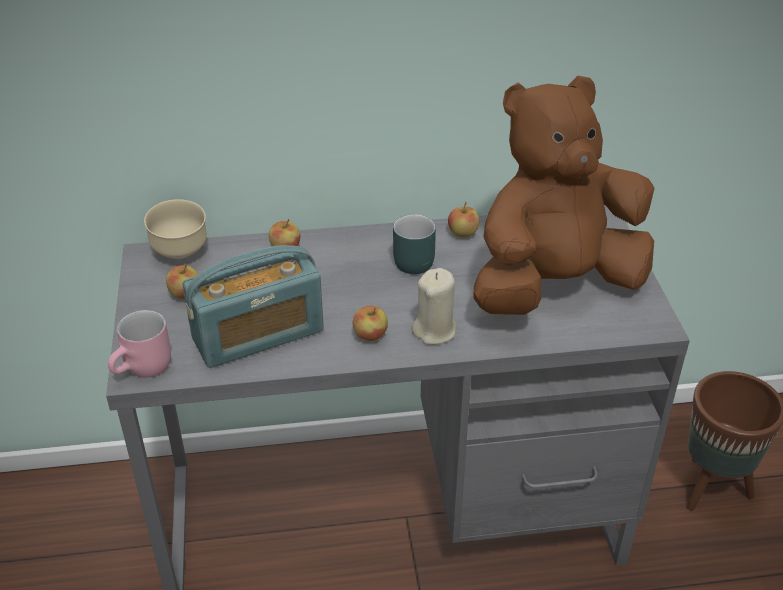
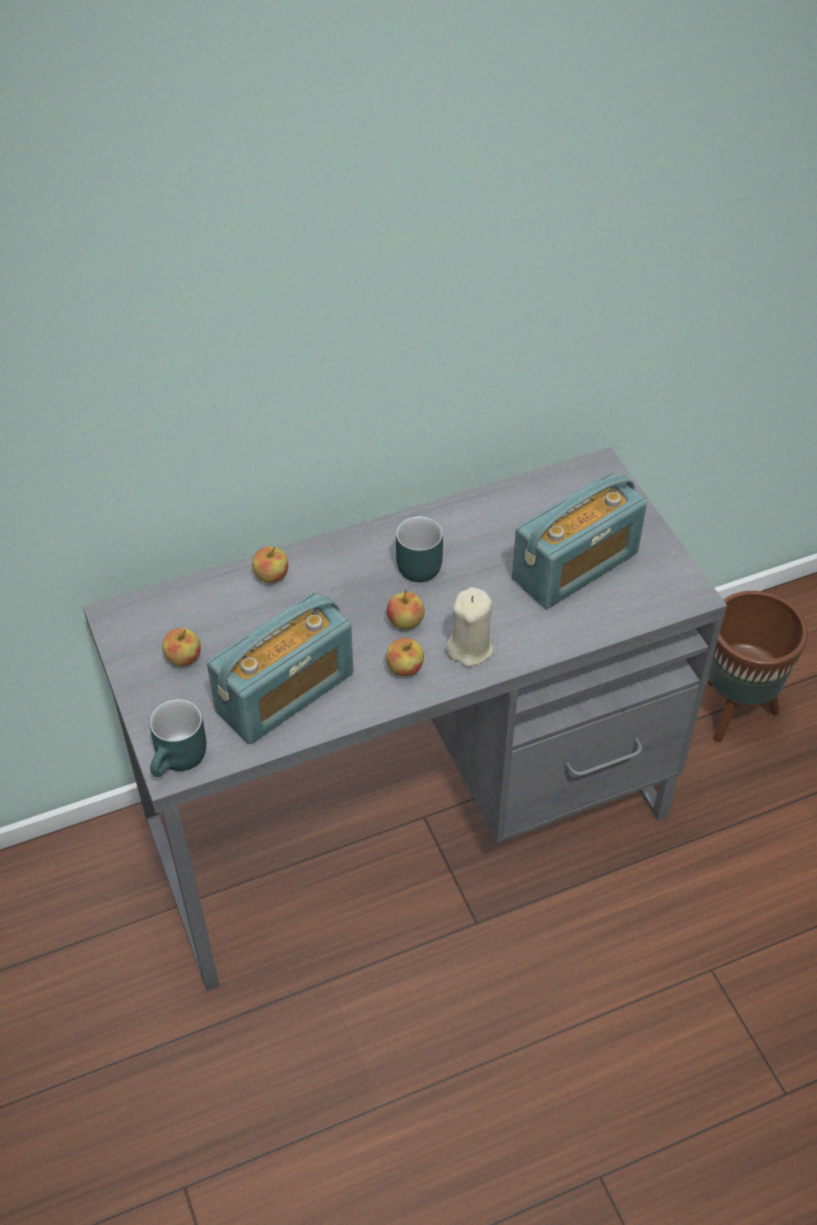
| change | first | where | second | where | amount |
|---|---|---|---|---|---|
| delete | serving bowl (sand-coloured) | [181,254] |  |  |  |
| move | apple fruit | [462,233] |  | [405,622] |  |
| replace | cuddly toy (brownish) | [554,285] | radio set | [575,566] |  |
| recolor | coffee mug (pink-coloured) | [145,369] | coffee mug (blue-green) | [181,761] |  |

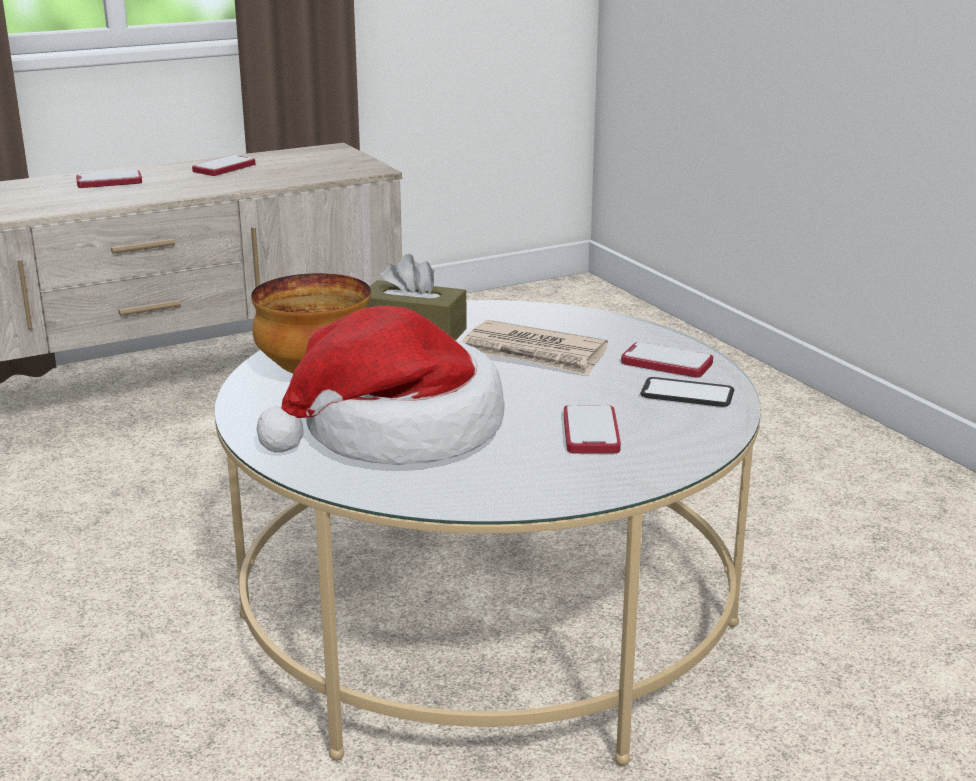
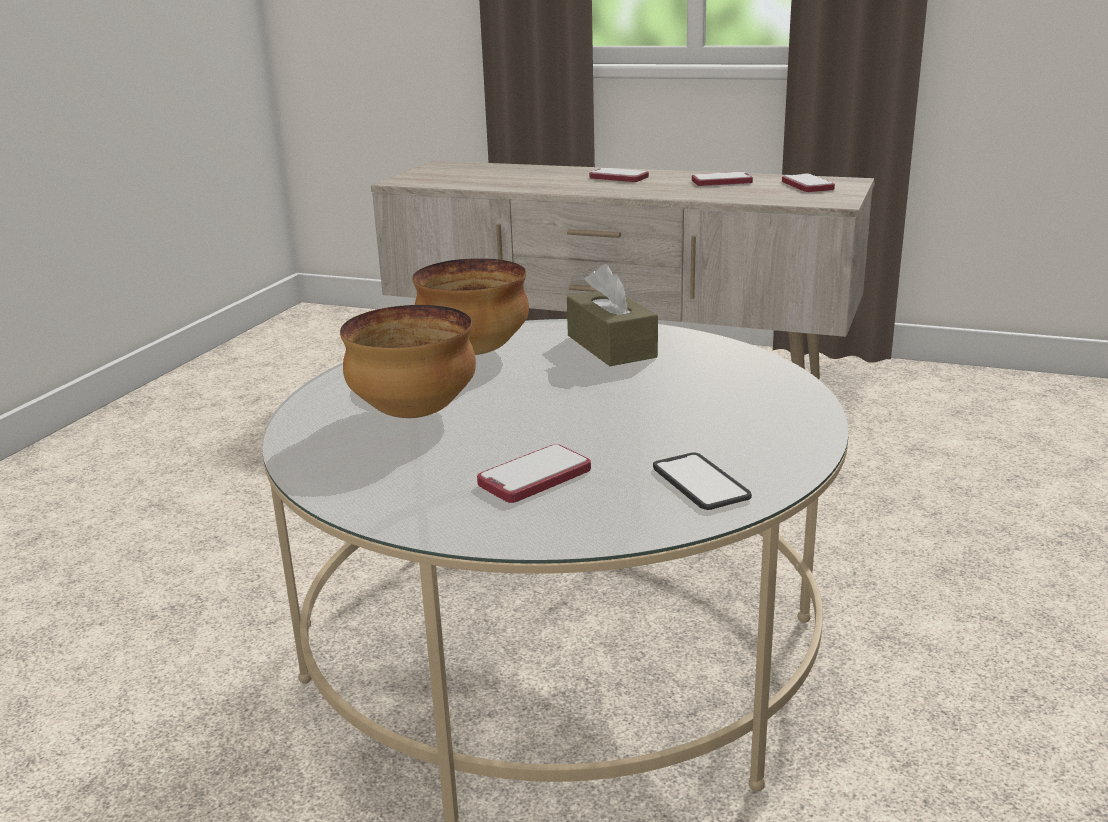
| change | first | where | second | where | amount |
|---|---|---|---|---|---|
| delete | daily paper | [534,354] |  |  |  |
| move | handset | [666,363] |  | [807,185] |  |
| replace | clothing hat | [396,432] | serving bowl | [412,414] |  |

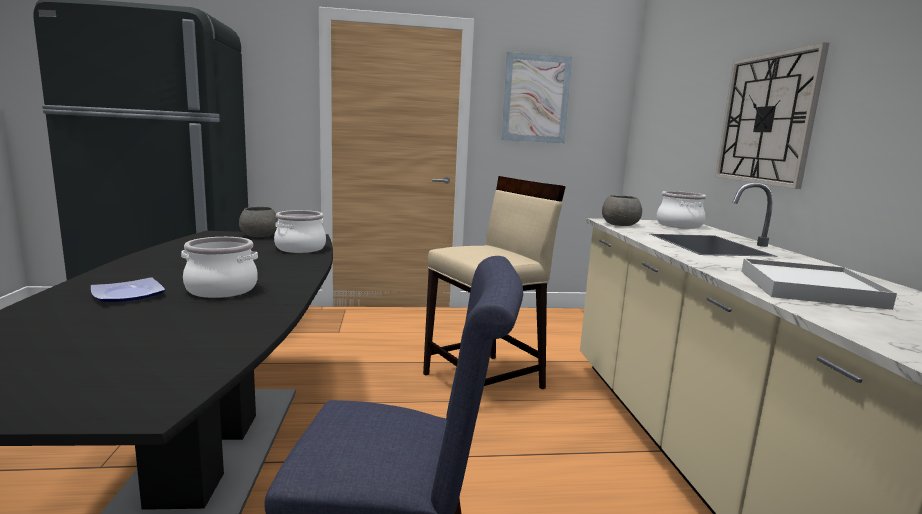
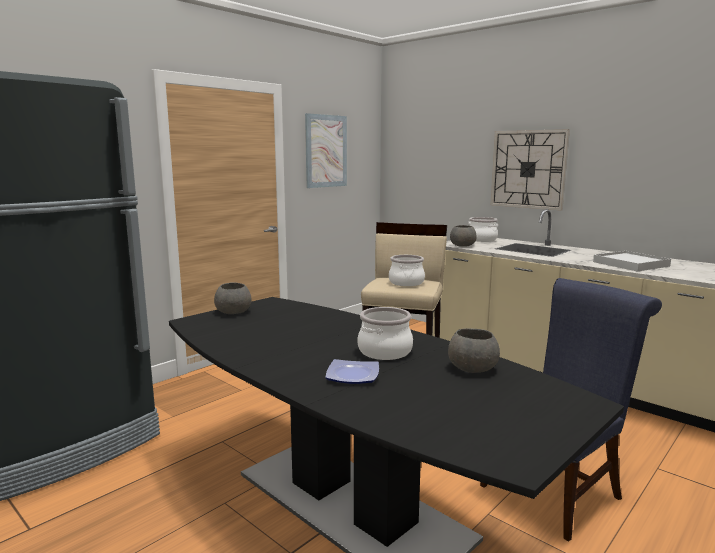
| change | first | where | second | where | amount |
|---|---|---|---|---|---|
| insert |  |  | serving bowl (greyish) | [471,368] |  |
| move | stockpot | [301,248] |  | [406,282] |  |

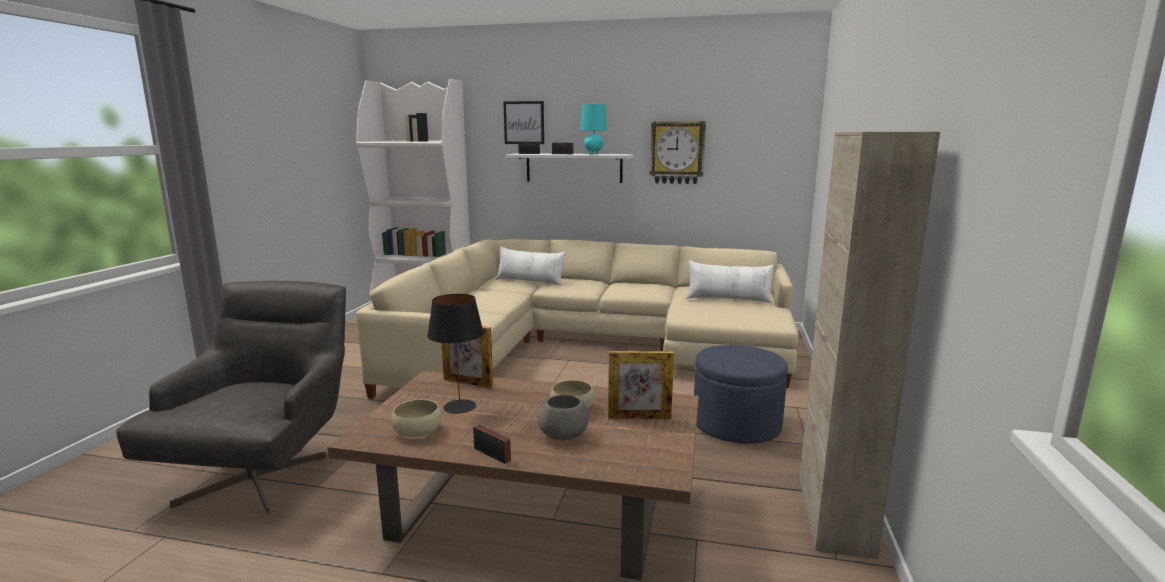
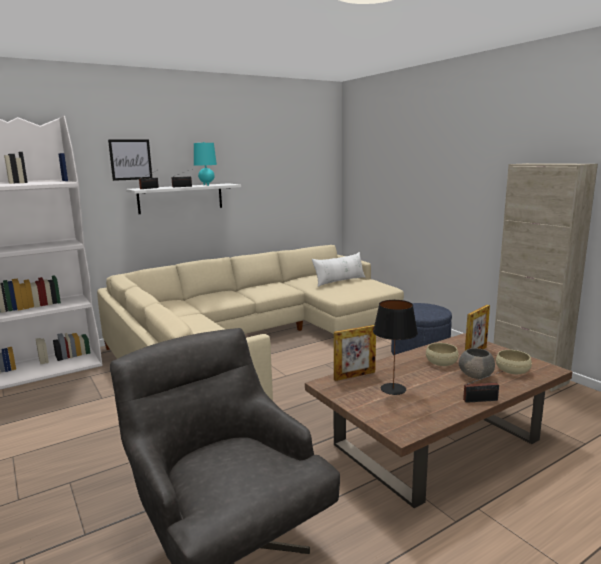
| change | first | where | second | where | amount |
|---|---|---|---|---|---|
| delete | pillow (white-coloured) | [530,281] |  |  |  |
| delete | hanging clock | [677,152] |  |  |  |
| move | serving bowl (sand-coloured) | [417,430] |  | [512,370] |  |

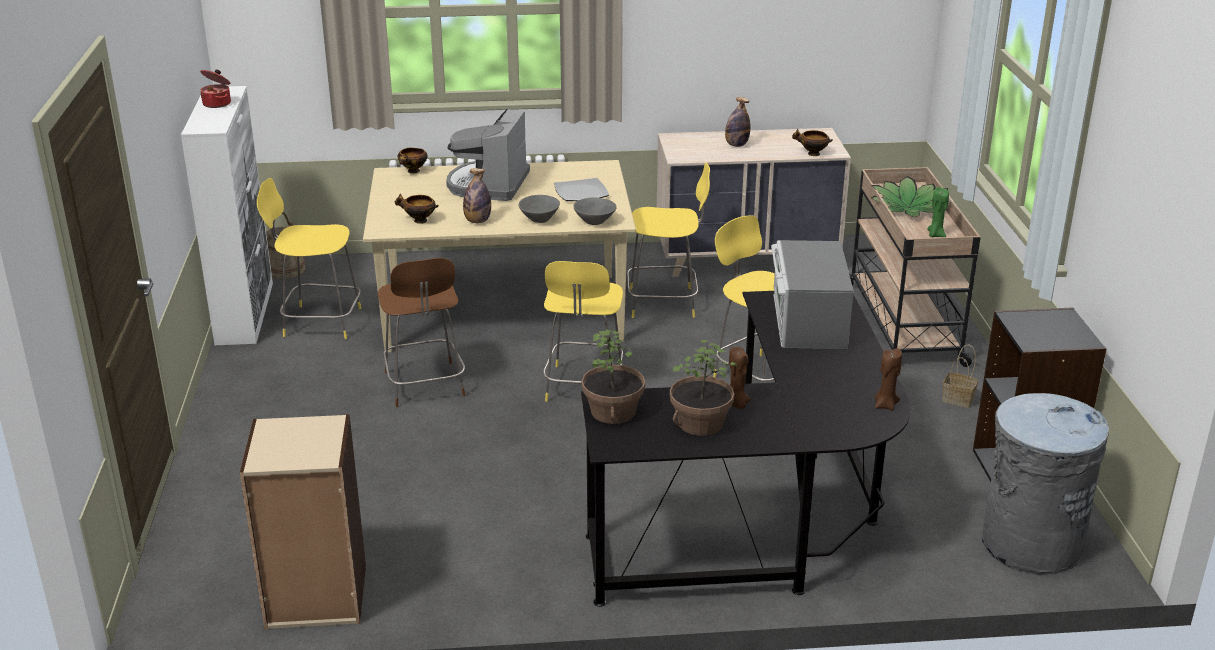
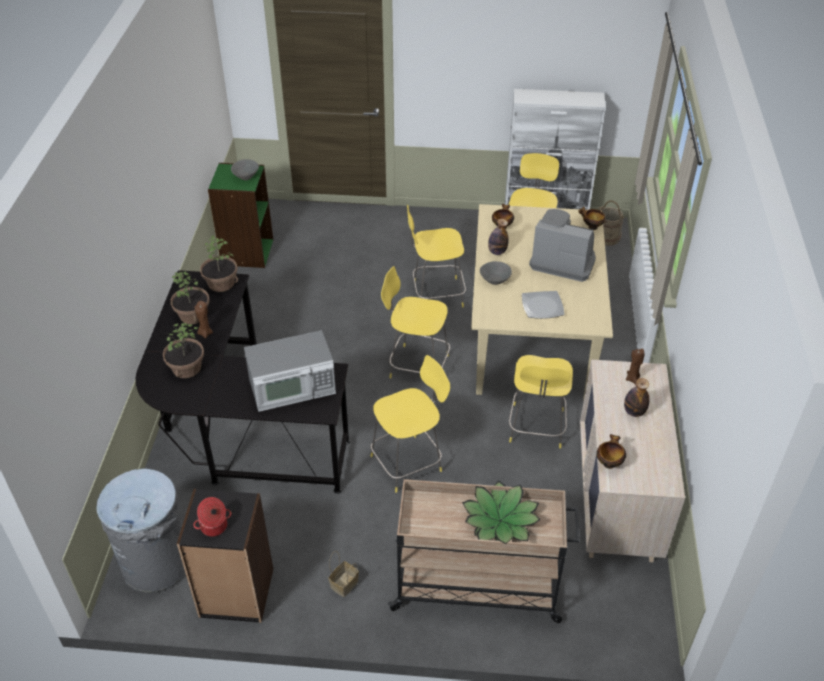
| change | first | where | second | where | amount |
|---|---|---|---|---|---|
| delete | wax light (green) | [935,235] |  |  |  |
| insert |  |  | potted plant | [186,368] |  |
| move | stockpot | [217,103] |  | [214,527] |  |
| move | serving bowl (greyish) | [595,222] |  | [245,177] |  |
| move | wax light (brownish) | [885,405] |  | [632,378] |  |
| recolor | bookshelf (sand-coloured) | [316,597] | bookshelf (green) | [247,252] |  |
| recolor | stool (brownish) | [425,386] | stool (yellow-coloured) | [435,294] |  |
| rotate | microwave | [807,321] |  | [293,387] | 150 degrees clockwise |

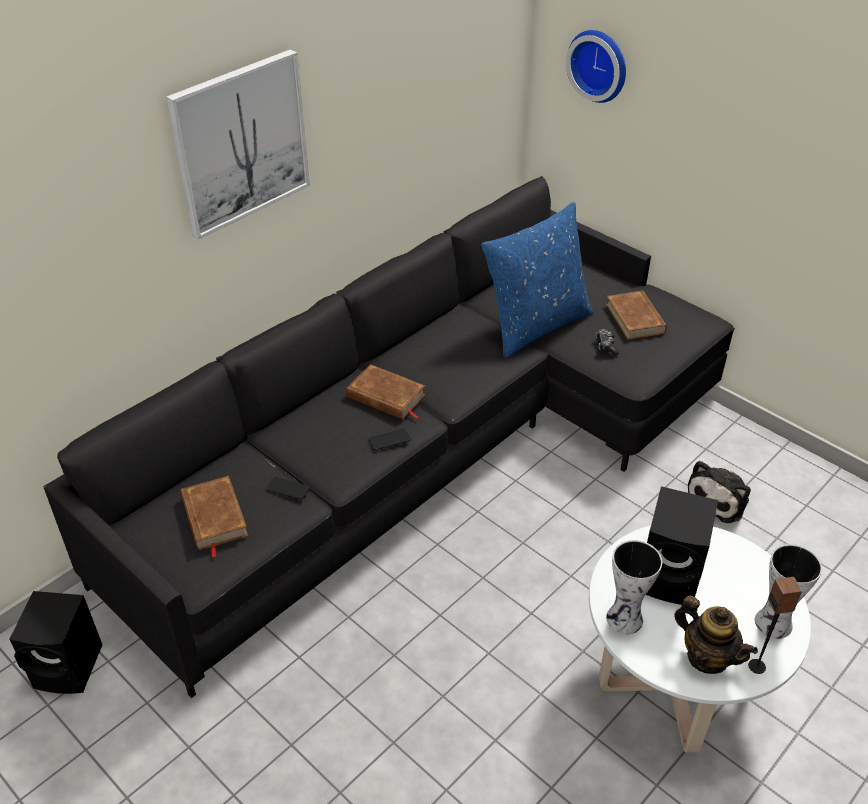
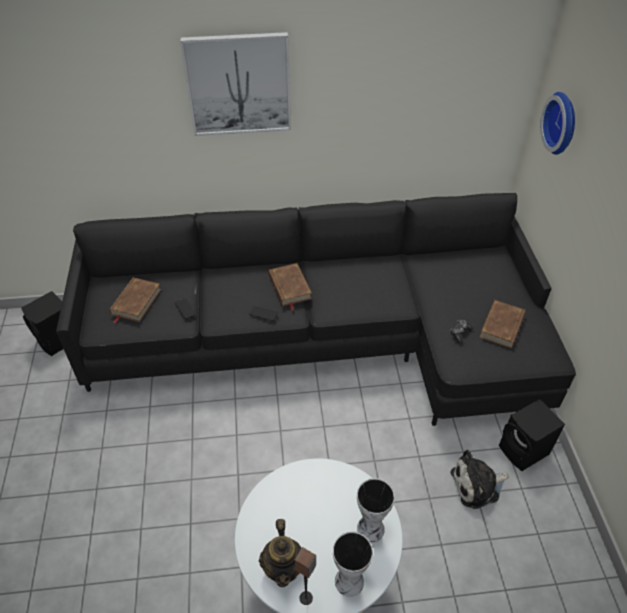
| change | first | where | second | where | amount |
|---|---|---|---|---|---|
| delete | pillow (bluish) | [535,325] |  |  |  |
| move | vase | [626,620] |  | [370,530] |  |
| move | loudspeaker (black) | [671,577] |  | [524,451] |  |

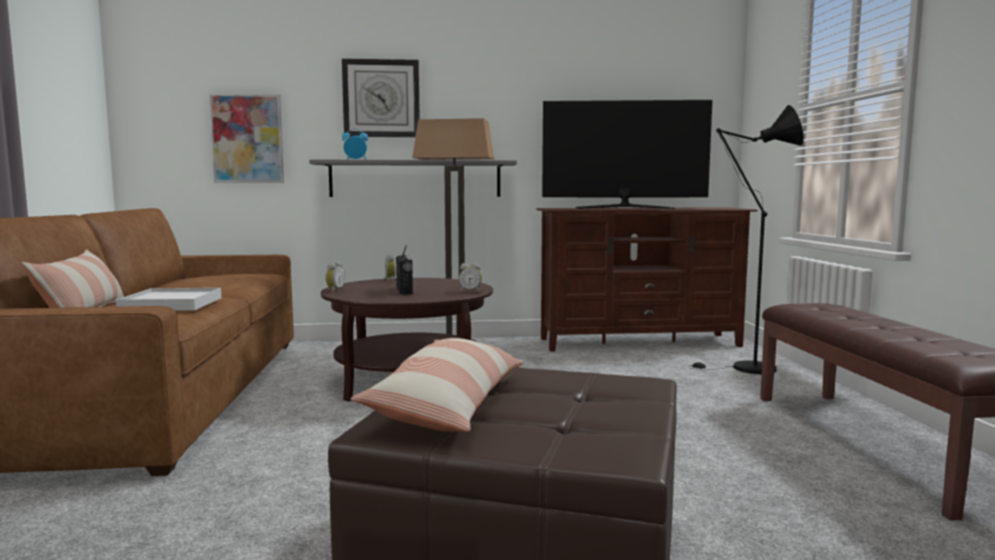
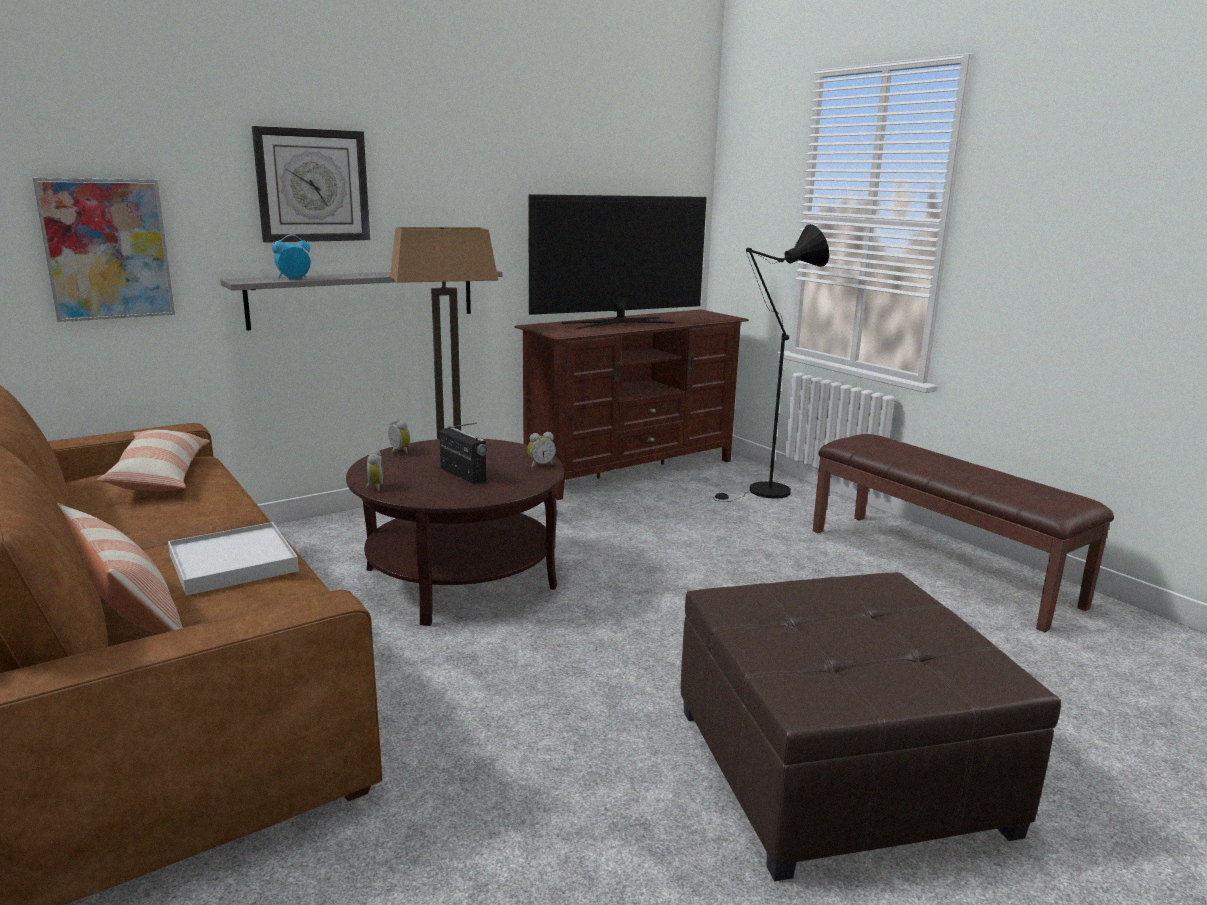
| change | first | where | second | where | amount |
|---|---|---|---|---|---|
| move | pillow | [449,404] |  | [160,476] |  |

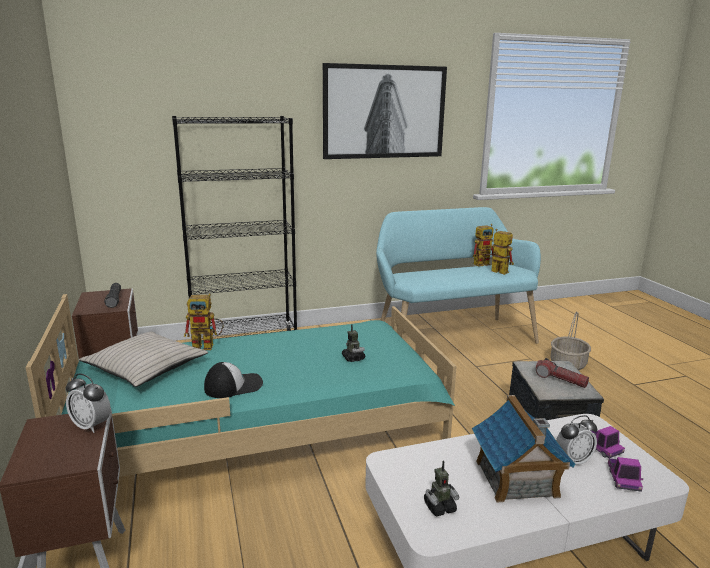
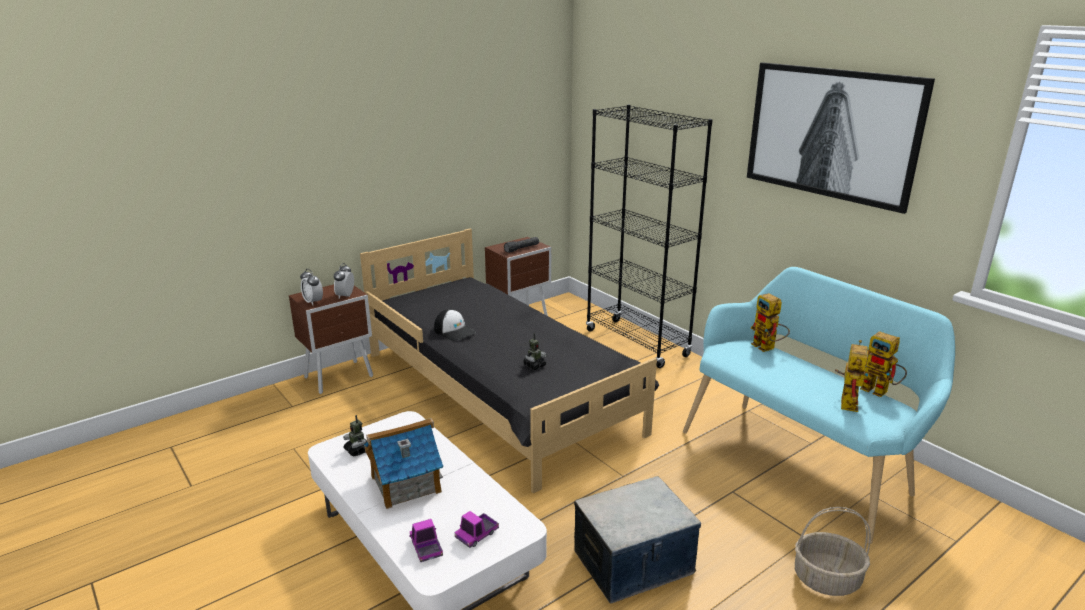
| change | first | where | second | where | amount |
|---|---|---|---|---|---|
| delete | pillow (sand-coloured) | [145,368] |  |  |  |
| delete | hand torch | [560,380] |  |  |  |
| move | robot figure | [208,346] |  | [767,348] |  |
| move | alarm clock | [573,460] |  | [313,302] |  |
| recolor | bed (blue-green) | [261,433] | bed (black) | [500,392] |  |
| rotate | model truck | [623,479] |  | [426,548] | 75 degrees clockwise |

